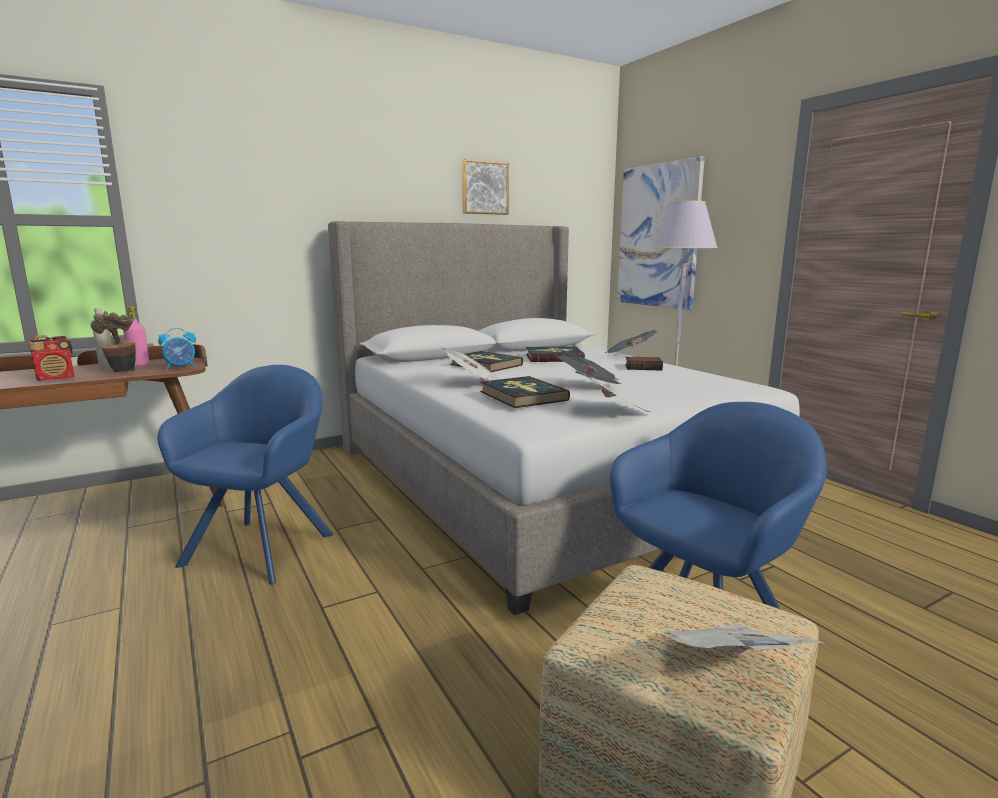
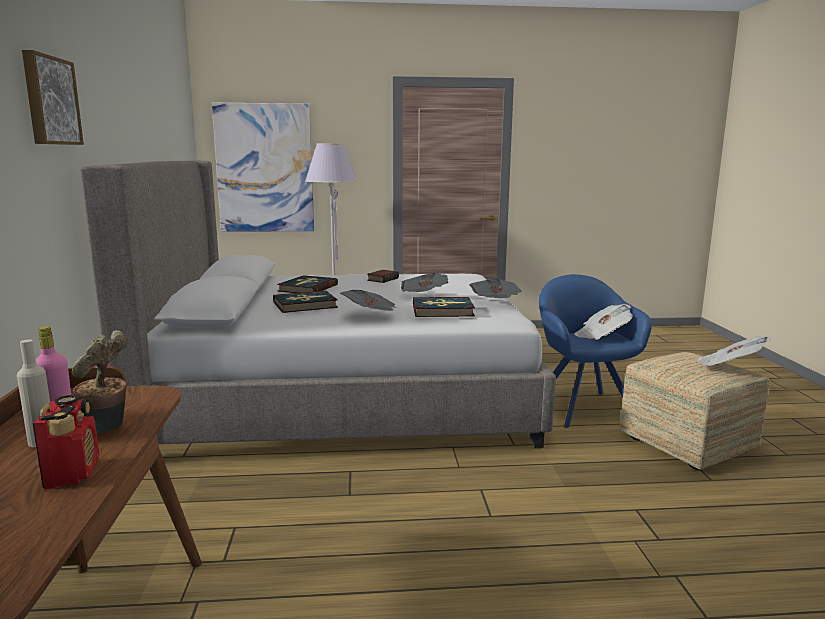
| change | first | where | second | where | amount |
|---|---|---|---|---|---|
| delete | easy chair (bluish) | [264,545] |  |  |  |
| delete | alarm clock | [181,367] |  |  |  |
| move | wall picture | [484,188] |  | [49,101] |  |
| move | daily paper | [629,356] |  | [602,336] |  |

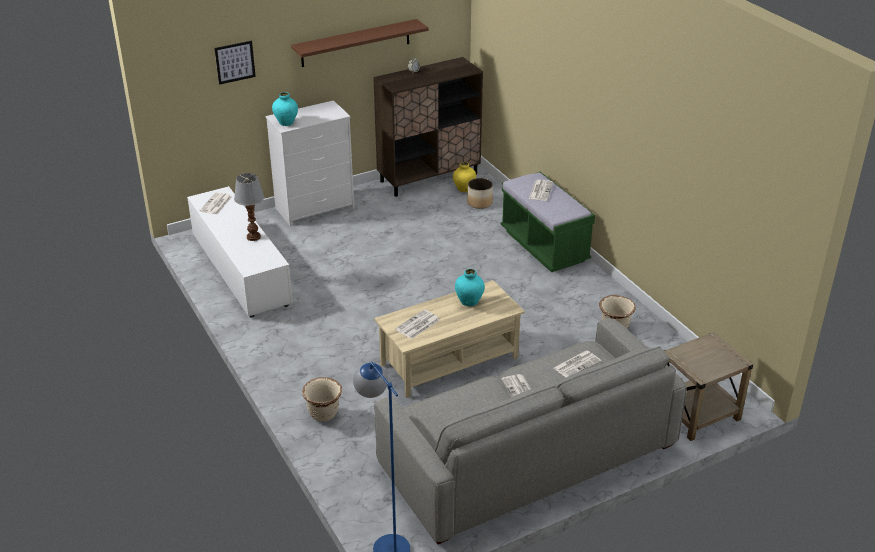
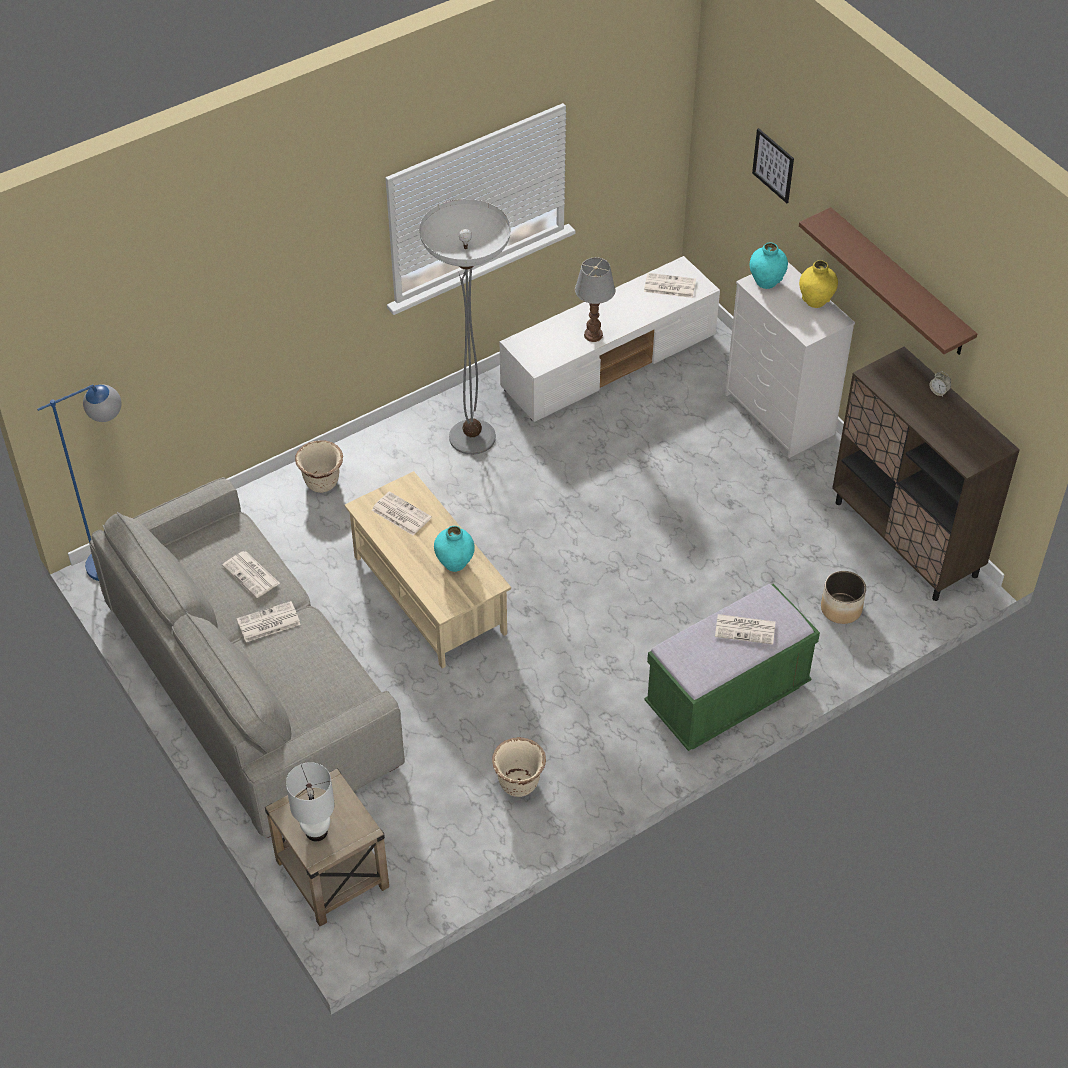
| change | first | where | second | where | amount |
|---|---|---|---|---|---|
| insert |  |  | tabletop lamp (white-coloured) | [316,831] |  |
| insert |  |  | floor lamp | [472,437] |  |
| move | vase (yellow-coloured) | [464,189] |  | [815,301] |  |
| move | daily paper | [577,364] |  | [252,575] |  |

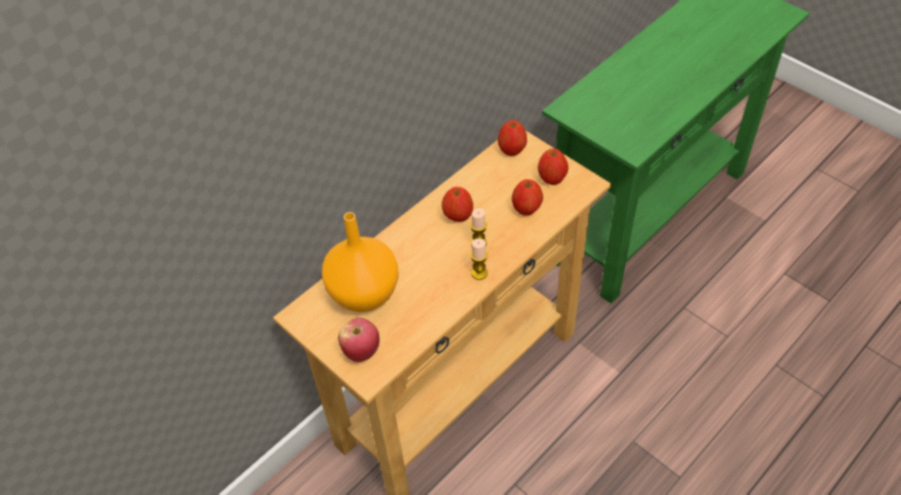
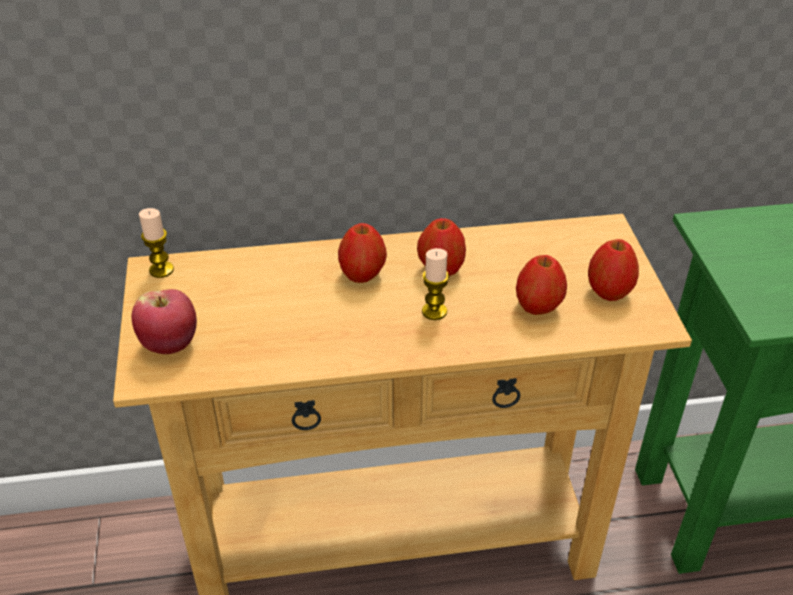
| change | first | where | second | where | amount |
|---|---|---|---|---|---|
| delete | vase (orange) | [362,294] |  |  |  |
| move | wax light | [479,273] |  | [161,270] |  |
| move | apple fruit | [512,150] |  | [362,275] |  |

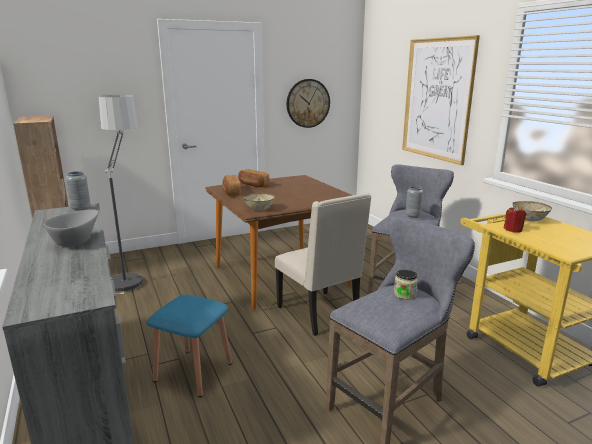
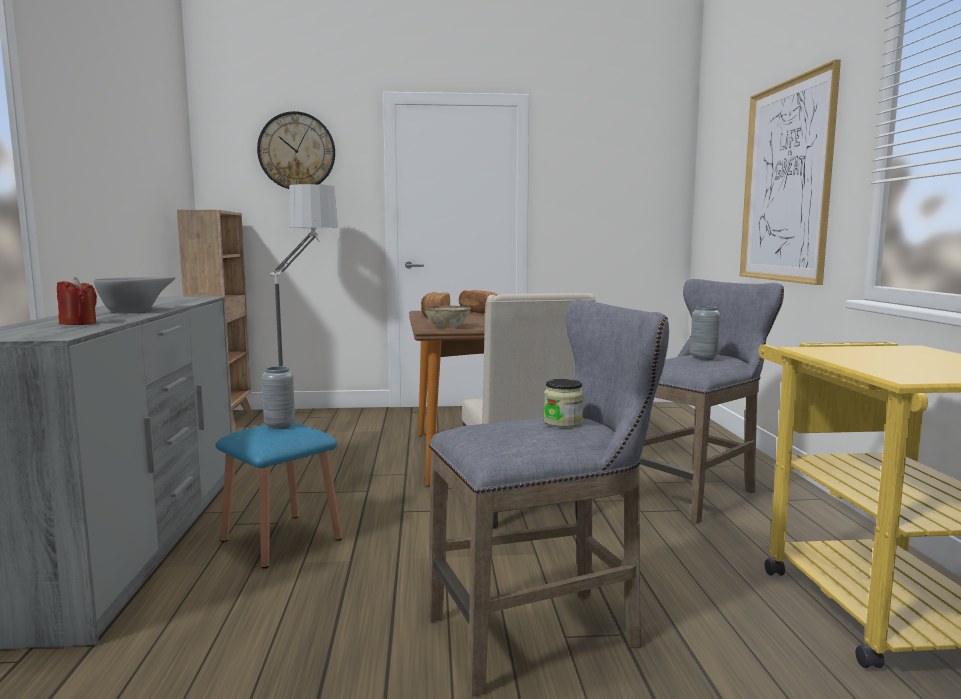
| change | first | where | second | where | amount |
|---|---|---|---|---|---|
| delete | serving bowl | [529,219] |  |  |  |
| move | vase (greyish) | [81,208] |  | [279,426] |  |
| move | hanging clock | [308,103] |  | [296,151] |  |
| move | wax light (red) | [513,230] |  | [78,323] |  |

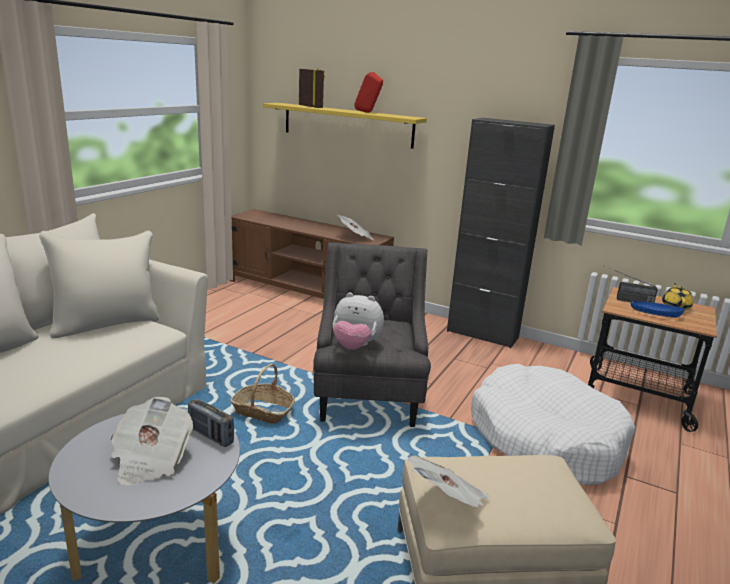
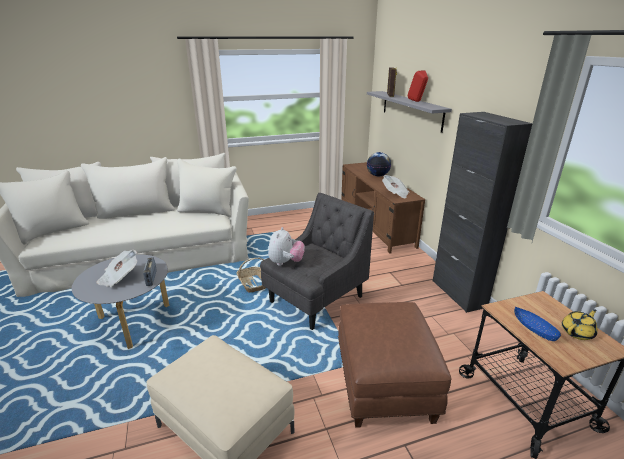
| change | first | where | second | where | amount |
|---|---|---|---|---|---|
| delete | daily paper | [448,500] |  |  |  |
| delete | radio set | [624,300] |  |  |  |
| insert |  |  | globe | [378,175] |  |
| replace | pet bed (white-coloured) | [545,438] | footrest (brownish) | [385,384] |  |
| recolor | wall shelf (yellow-coloured) | [347,125] | wall shelf (greyish) | [411,110] |  |
| rotate | cuddly toy | [355,346] |  | [286,262] | 135 degrees counterclockwise |

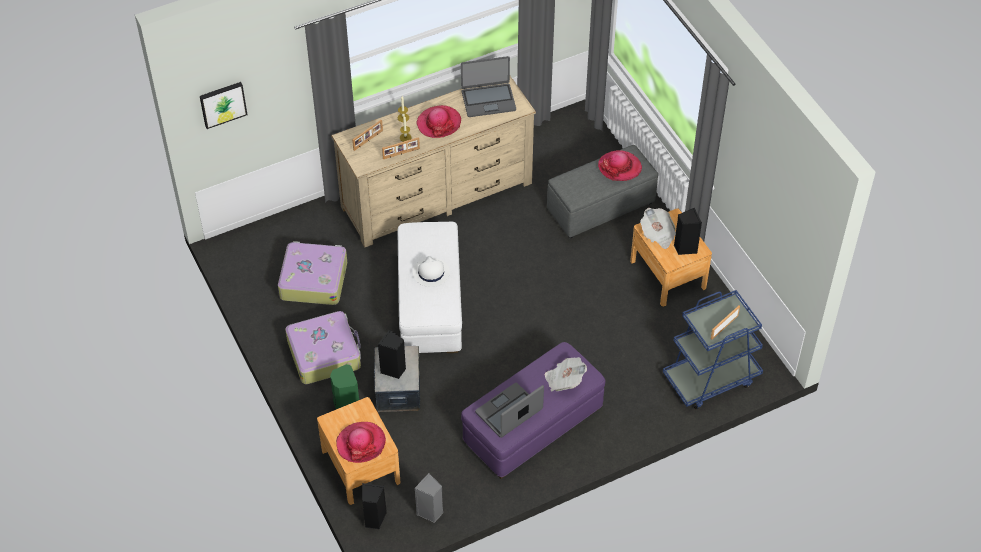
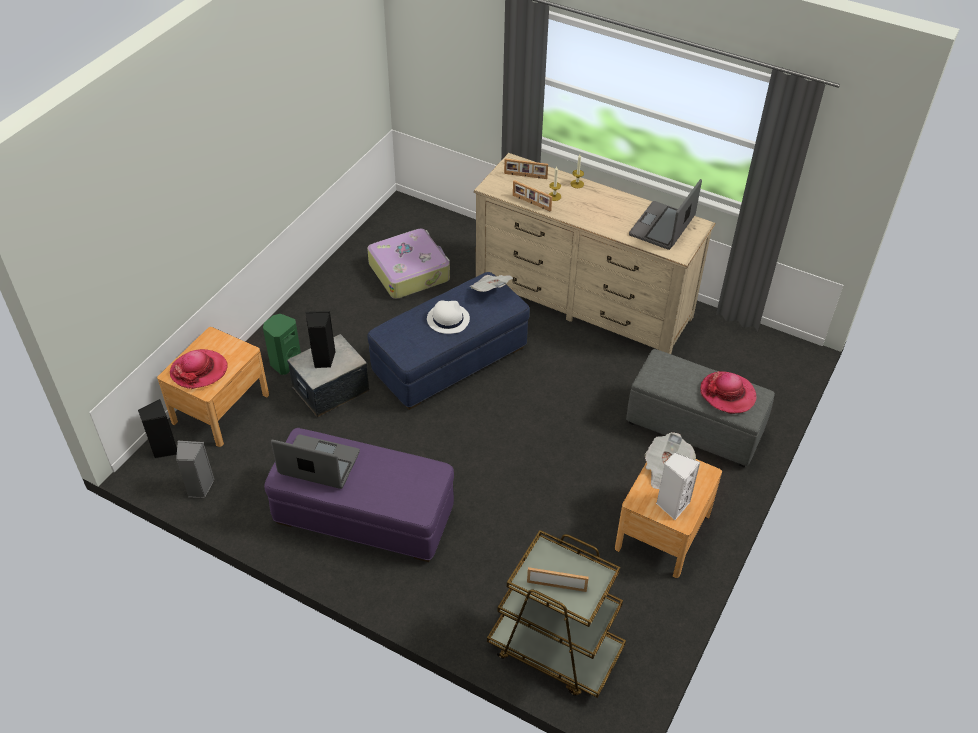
| change | first | where | second | where | amount |
|---|---|---|---|---|---|
| delete | wall picture | [222,104] |  |  |  |
| delete | piece of luggage | [324,353] |  |  |  |
| delete | clothing hat | [439,123] |  |  |  |
| move | daily paper | [564,380] |  | [490,290] |  |
| recolor | footrest (white-coloured) | [429,304] | footrest (bluish) | [450,360] |  |
| recolor | cart (bluish) | [711,378] | cart (brownish) | [554,649] |  |
| recolor | loudspeaker (black) | [685,247] | loudspeaker (white-coloured) | [672,505] |  |
| rotate | notebook computer | [488,100] |  | [662,227] | 75 degrees clockwise |

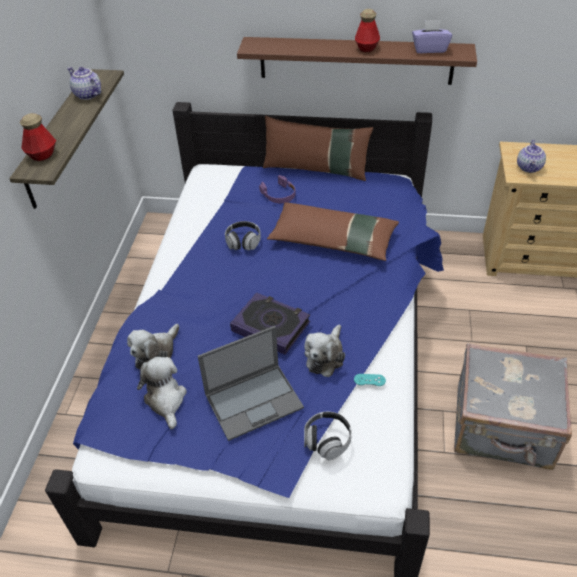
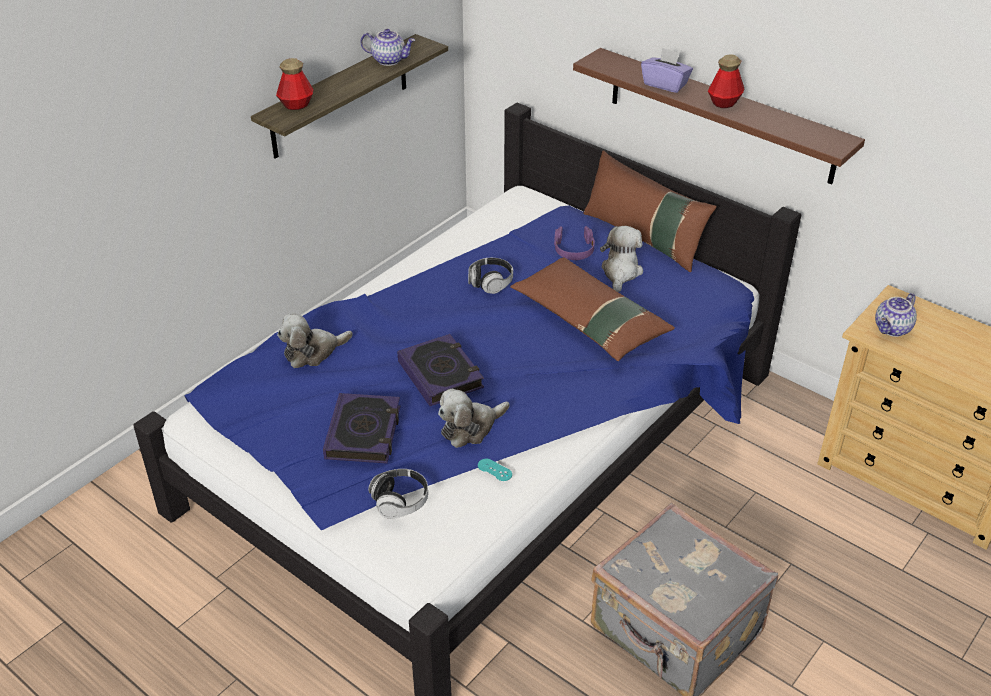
| change | first | where | second | where | amount |
|---|---|---|---|---|---|
| move | cuddly toy | [165,400] |  | [620,272] |  |
| move | tissue holder (purple) | [429,49] |  | [665,84] |  |
| replace | notebook computer | [254,400] | bound book | [363,433] |  |
| rotate | pot for tea | [87,95] |  | [389,60] | 120 degrees clockwise |

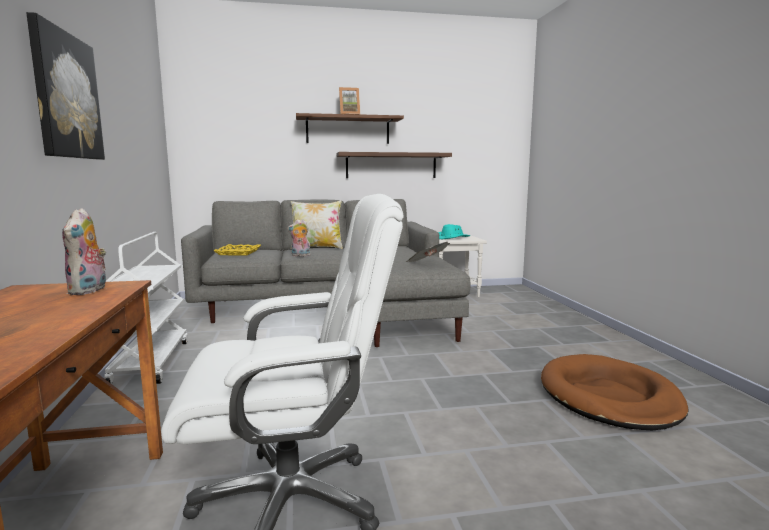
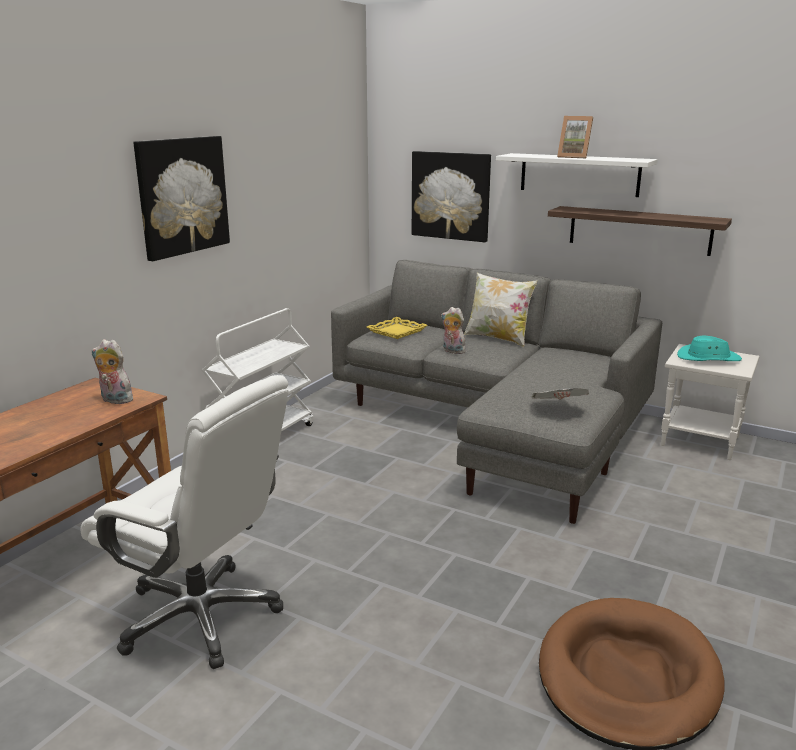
| change | first | where | second | where | amount |
|---|---|---|---|---|---|
| insert |  |  | wall picture | [451,196] |  |
| recolor | wall shelf (brownish) | [348,130] | wall shelf (white-coloured) | [579,174] |  |
| rotate | cuddly toy | [89,290] |  | [114,400] | 75 degrees clockwise |

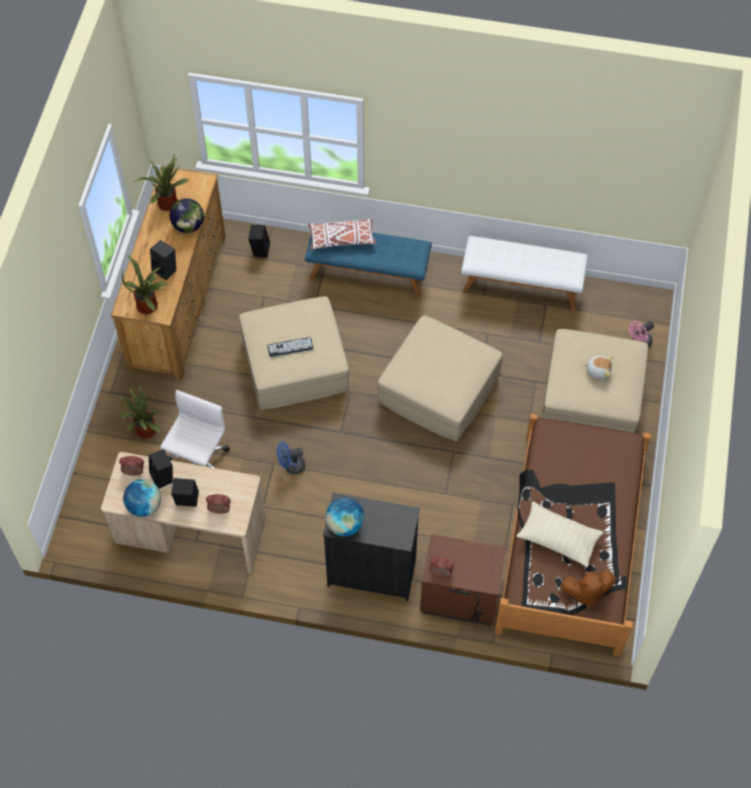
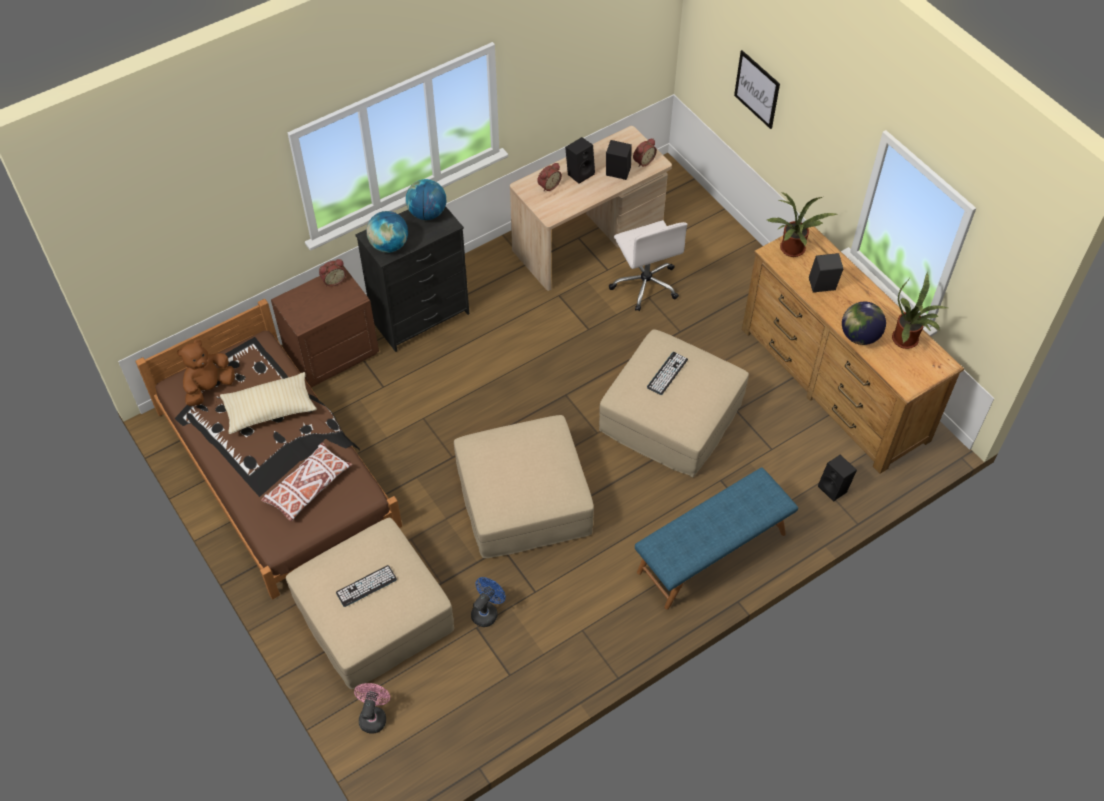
| change | first | where | second | where | amount |
|---|---|---|---|---|---|
| delete | potted plant | [143,431] |  |  |  |
| delete | indoor bench (white-coloured) | [521,285] |  |  |  |
| insert |  |  | wall picture | [757,89] |  |
| move | globe | [144,506] |  | [389,245] |  |
| move | electric fan (bluish) | [291,466] |  | [487,611] |  |
| move | pillow (white-coloured) | [342,238] |  | [308,487] |  |
| replace | cuddly toy | [598,370] | computer keyboard | [366,586] |  |

